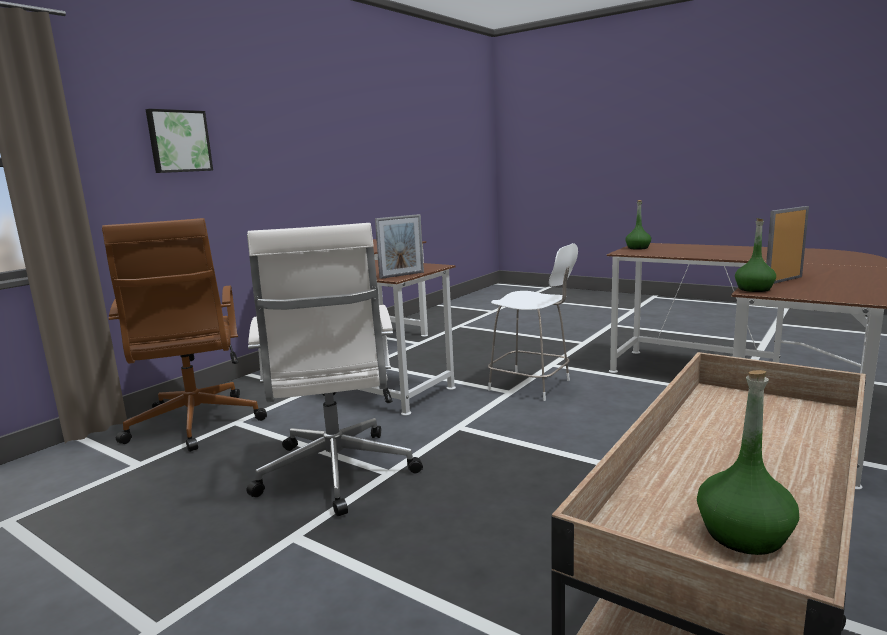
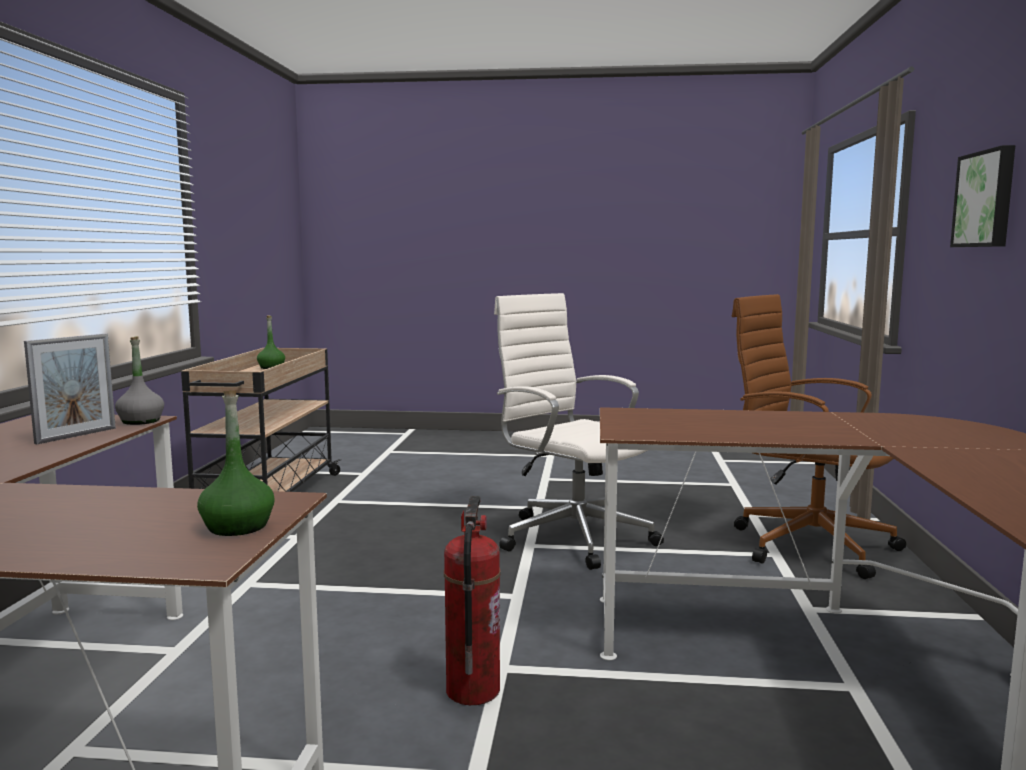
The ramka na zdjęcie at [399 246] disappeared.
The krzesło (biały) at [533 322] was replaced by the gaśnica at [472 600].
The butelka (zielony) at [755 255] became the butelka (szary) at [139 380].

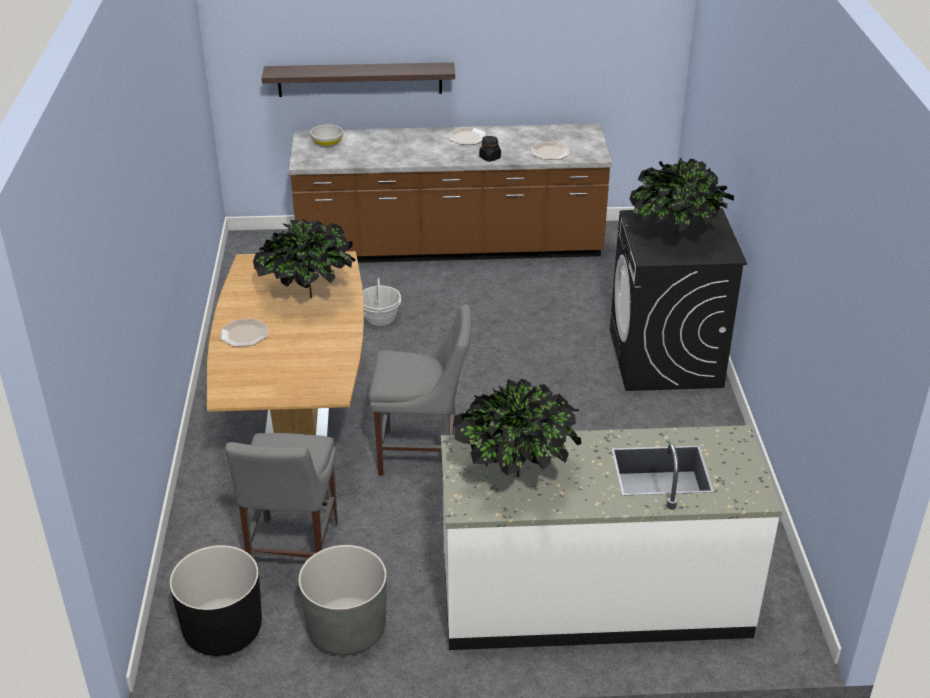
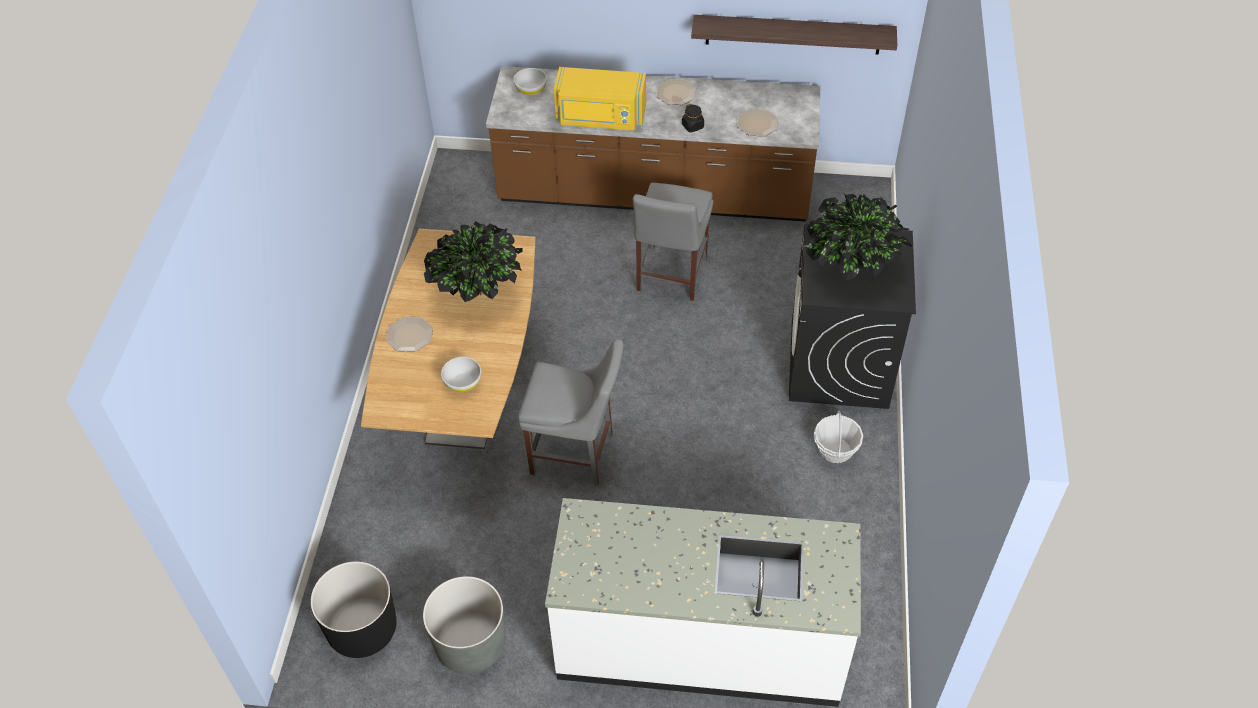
The krzesło (szary) moved from [281 495] to [673 242].
The półka moved from [358 79] to [794 35].
The koszyk moved from [382 302] to [838 437].
The roślina doniczkowa at [517 428] disappeared.
The miska (biały) at [461 374] appeared.
The mikrofalówka (żółty) at [600 99] appeared.

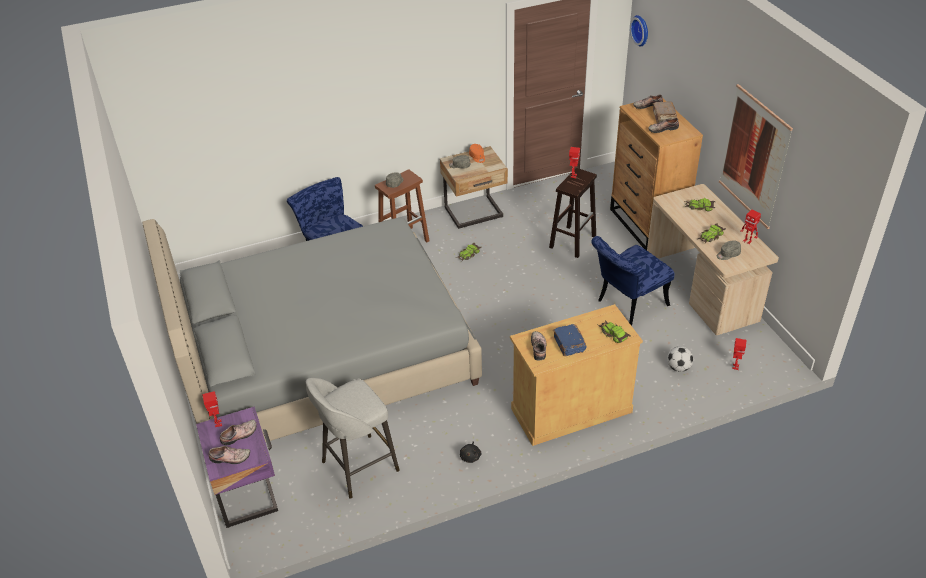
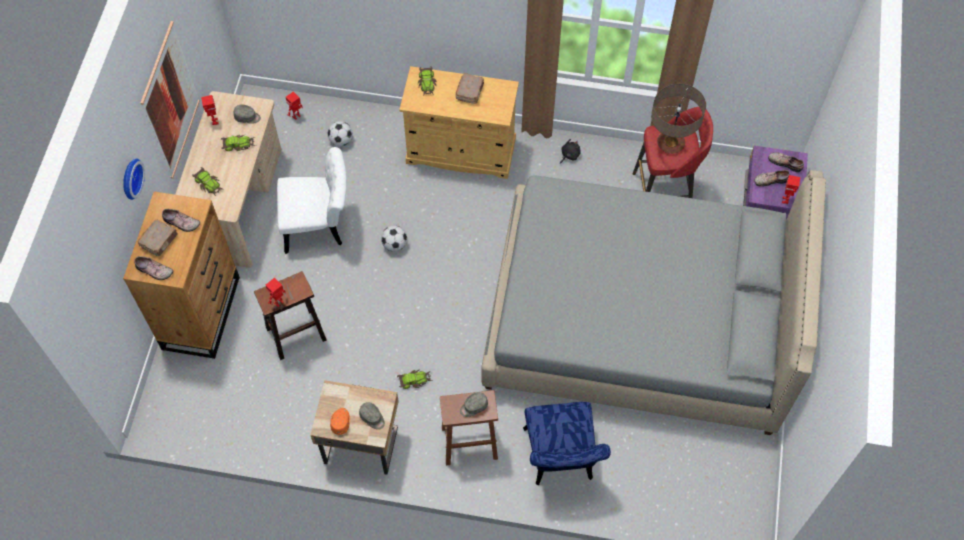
The stołek (szary) at [353 438] became the stołek (czerwony) at [672 152].
The but at [538 345] disappeared.
The książka (niebieski) at [570 340] became the książka (brązowy) at [469 88].
The krzesło (niebieski) at [633 280] became the krzesło (biały) at [312 200].
The zegar ścienny moved from [639 31] to [134 179].
The piłka futbolowa at [394 239] appeared.
The lampa stołowa at [678 119] appeared.

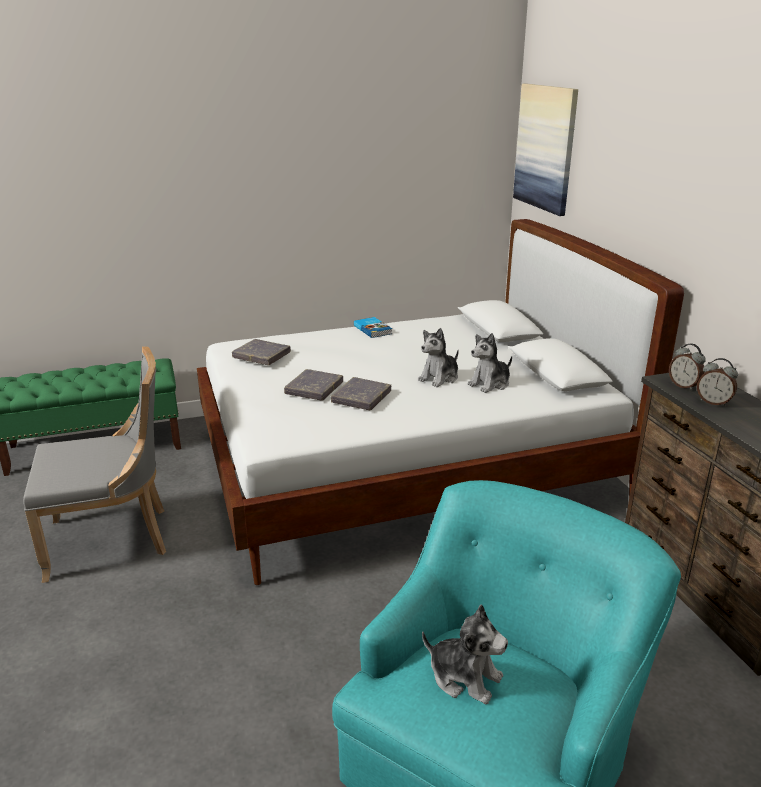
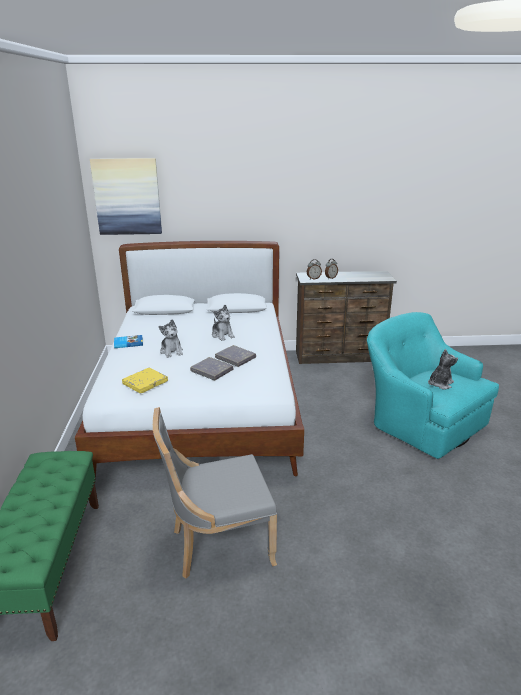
The krzesło (szary) at [94 465] turned 105 degrees counterclockwise.
The książka (szary) at [261 352] became the książka (żółty) at [145 380].
The pluszak moved from [490 363] to [171 338].

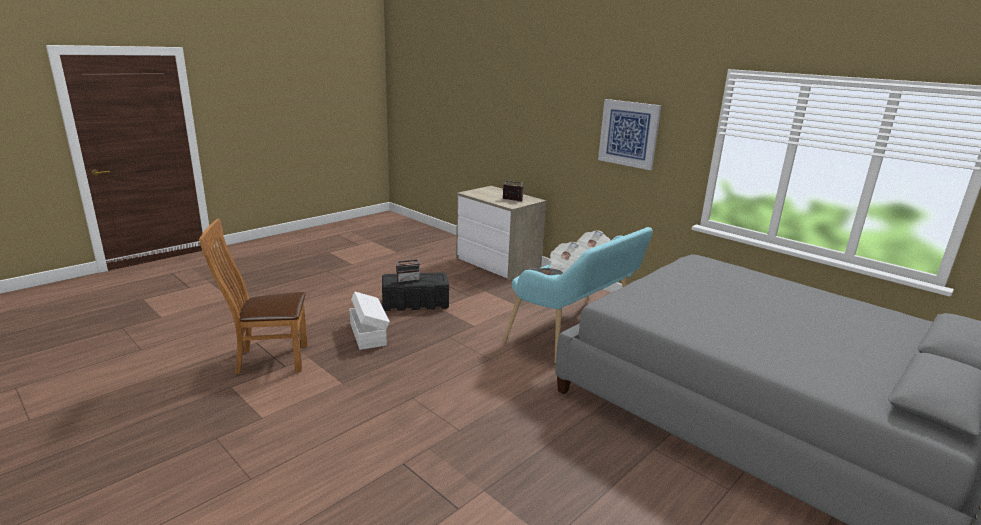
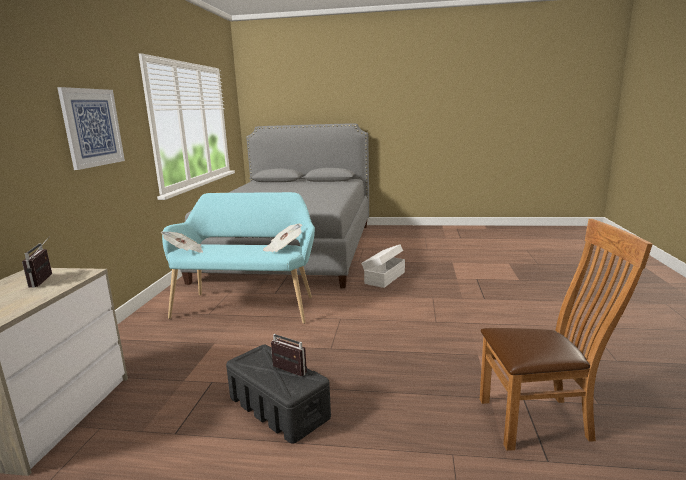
The krzesło (brązowy) at [253 296] turned 45 degrees counterclockwise.
The pojemnik do przechowywania (biały) moved from [370 321] to [383 266].
The gazeta at [567 257] disappeared.

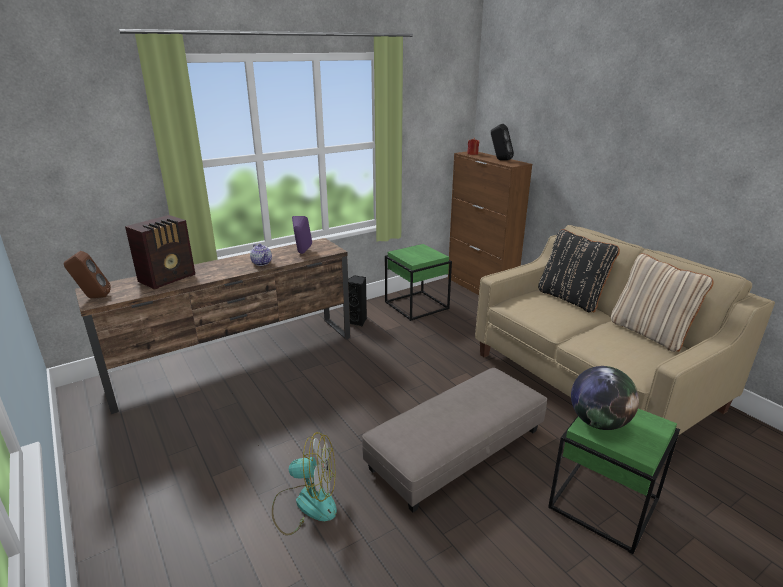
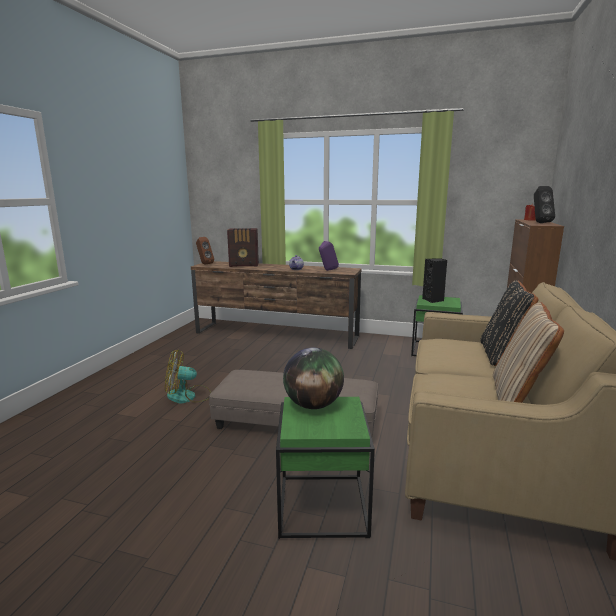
The wentylator at [304 483] turned 120 degrees clockwise.
The głośnik (czarny) moved from [357 300] to [434 280].

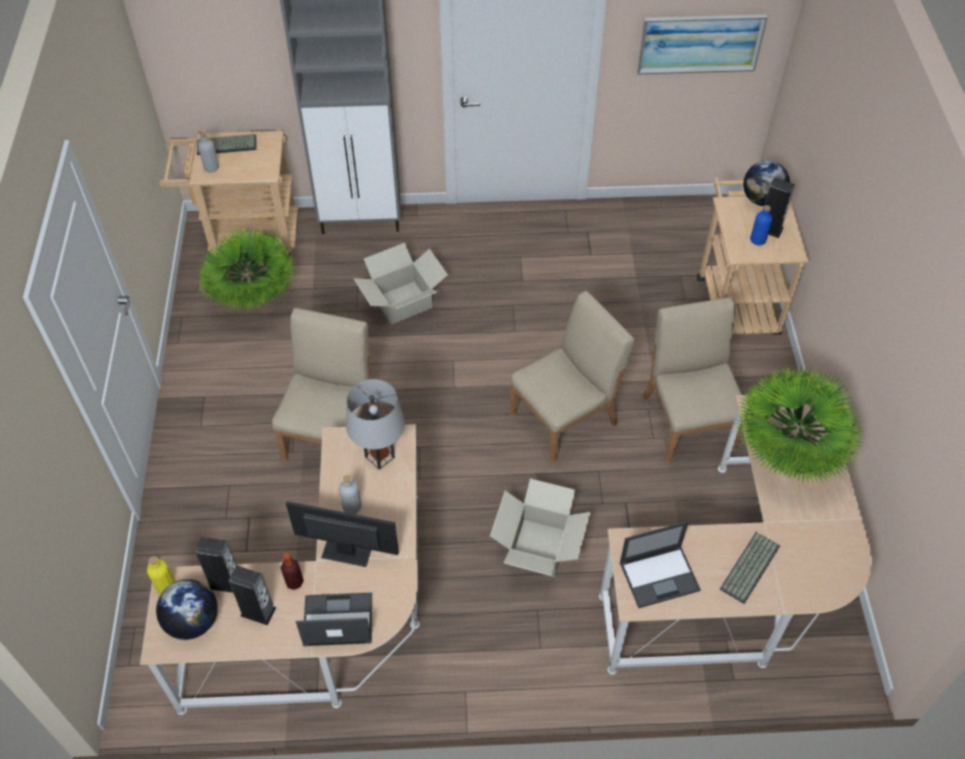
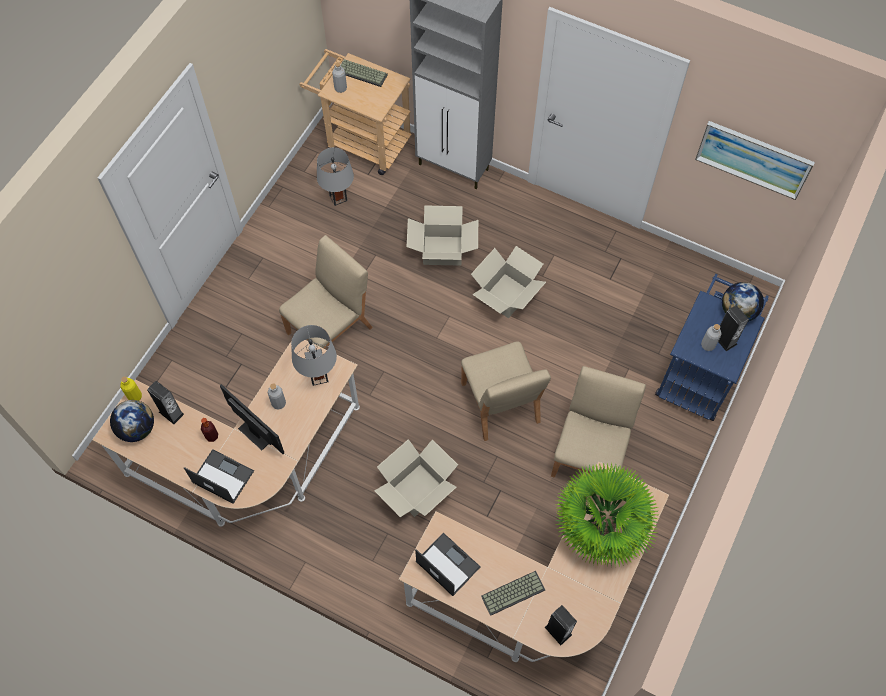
The roślina doniczkowa at [247 269] was replaced by the lampa stołowa (szary) at [335 176].
The głośnik moved from [253 595] to [561 625].
The krzesło (beżowy) at [572 377] turned 75 degrees clockwise.
The laptop at [660 564] turned 150 degrees counterclockwise.
The wózek (beżowy) at [753 256] became the wózek (niebieski) at [712 347].
The butelka (niebieski) at [761 225] became the butelka (szary) at [711 337].
The karton at [508 282] appeared.

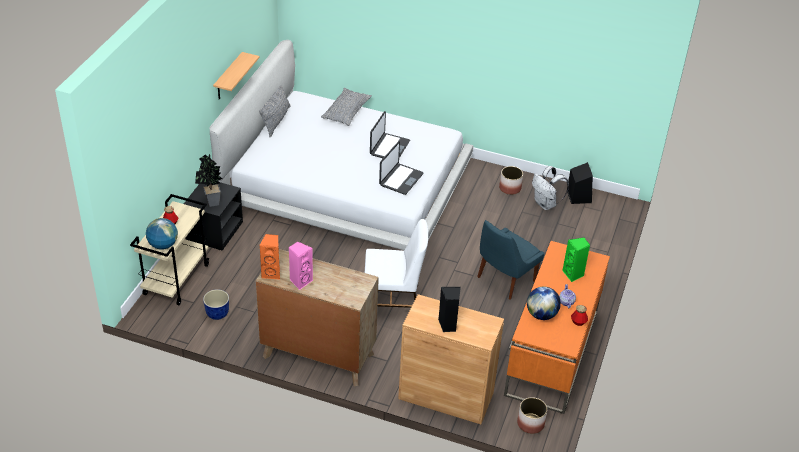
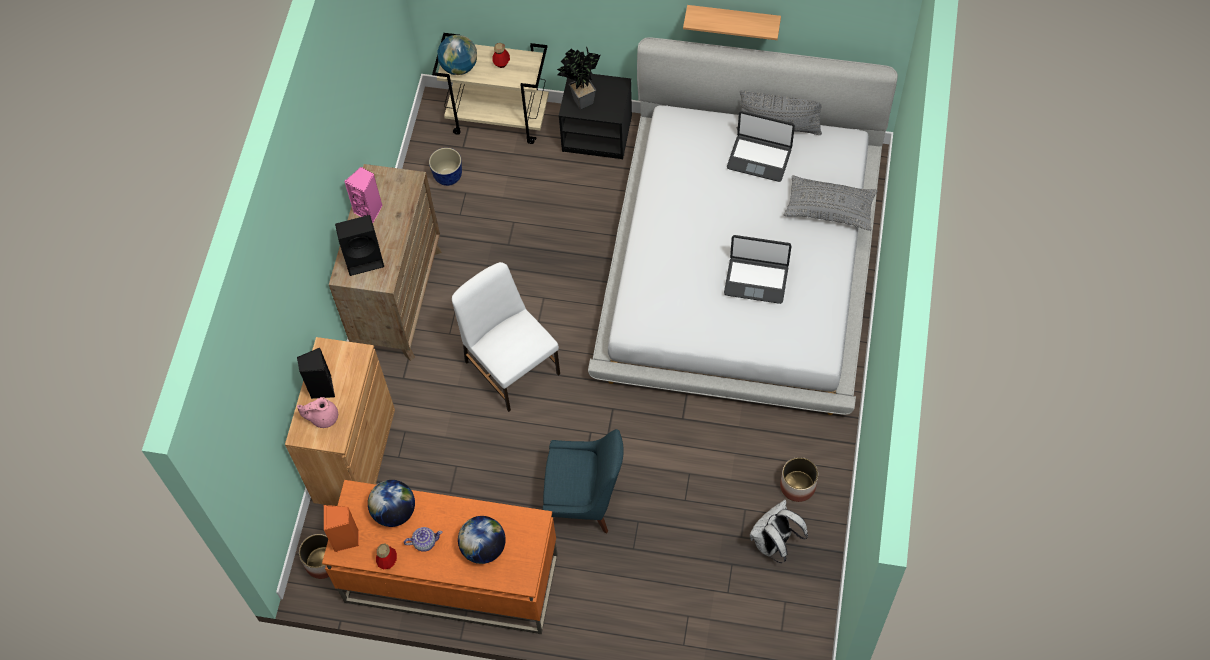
The głośnik (pomarańczowy) moved from [269 257] to [341 528].
The krzesło (biały) at [396 263] turned 150 degrees clockwise.
The laptop moved from [401 168] to [761 146].
The krzesło (niebieski) at [510 260] turned 150 degrees clockwise.
The głośnik (zielony) at [576 260] was replaced by the globus at [482 540].
The głośnik (czarny) moved from [580 183] to [359 245].
The imbryk (różowy) at [317 412] appeared.

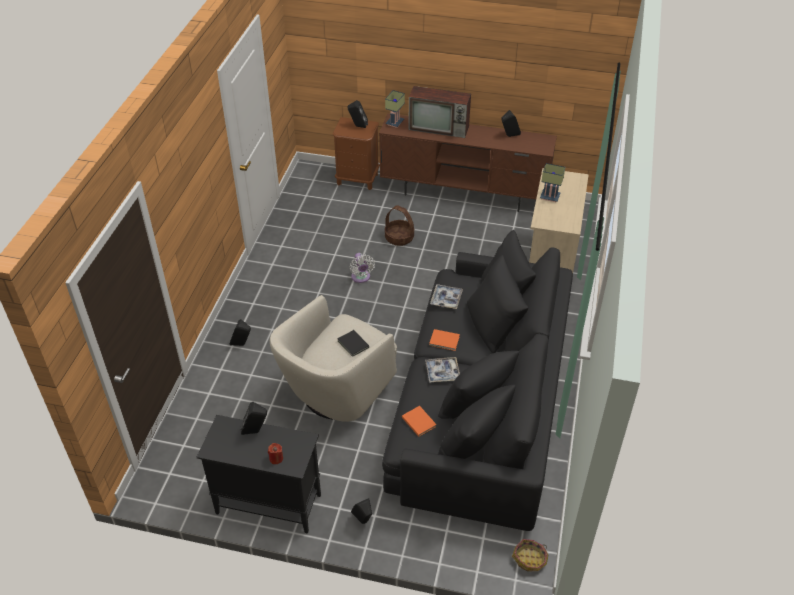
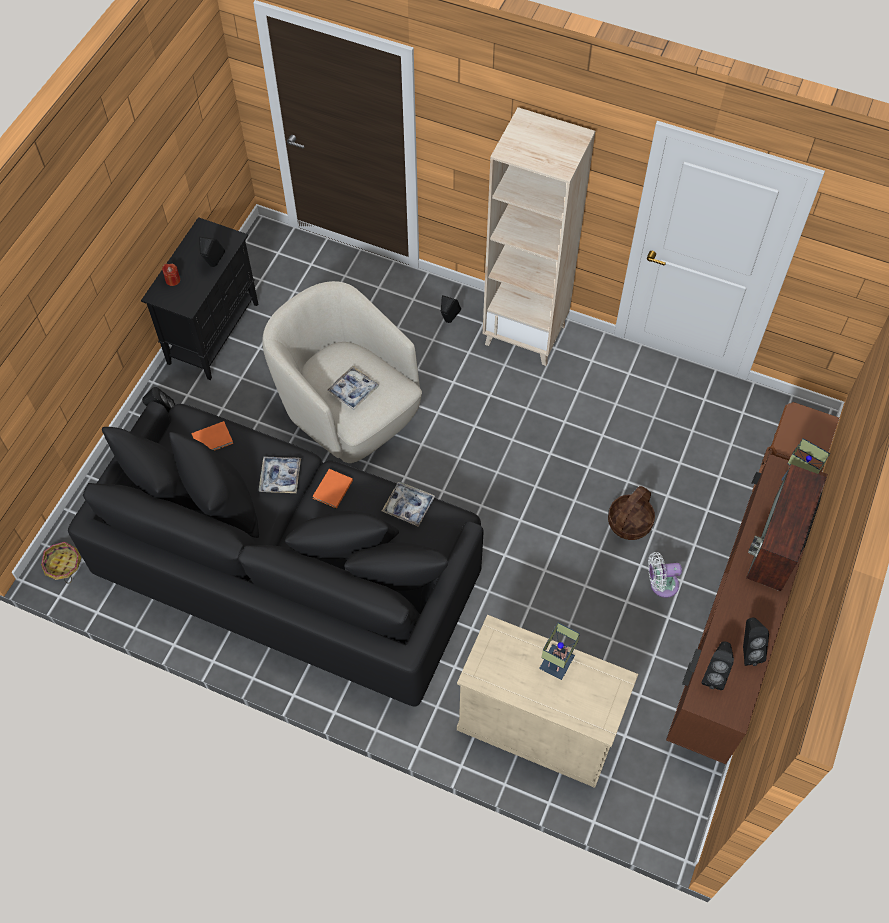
The książka (czarny) at [353 343] was replaced by the taca at [353 388].
The głośnik (czarny) moved from [358 114] to [717 665].
The wentylator (biały) moved from [362 268] to [665 575].
The regał (beżowy) at [539 236] appeared.

